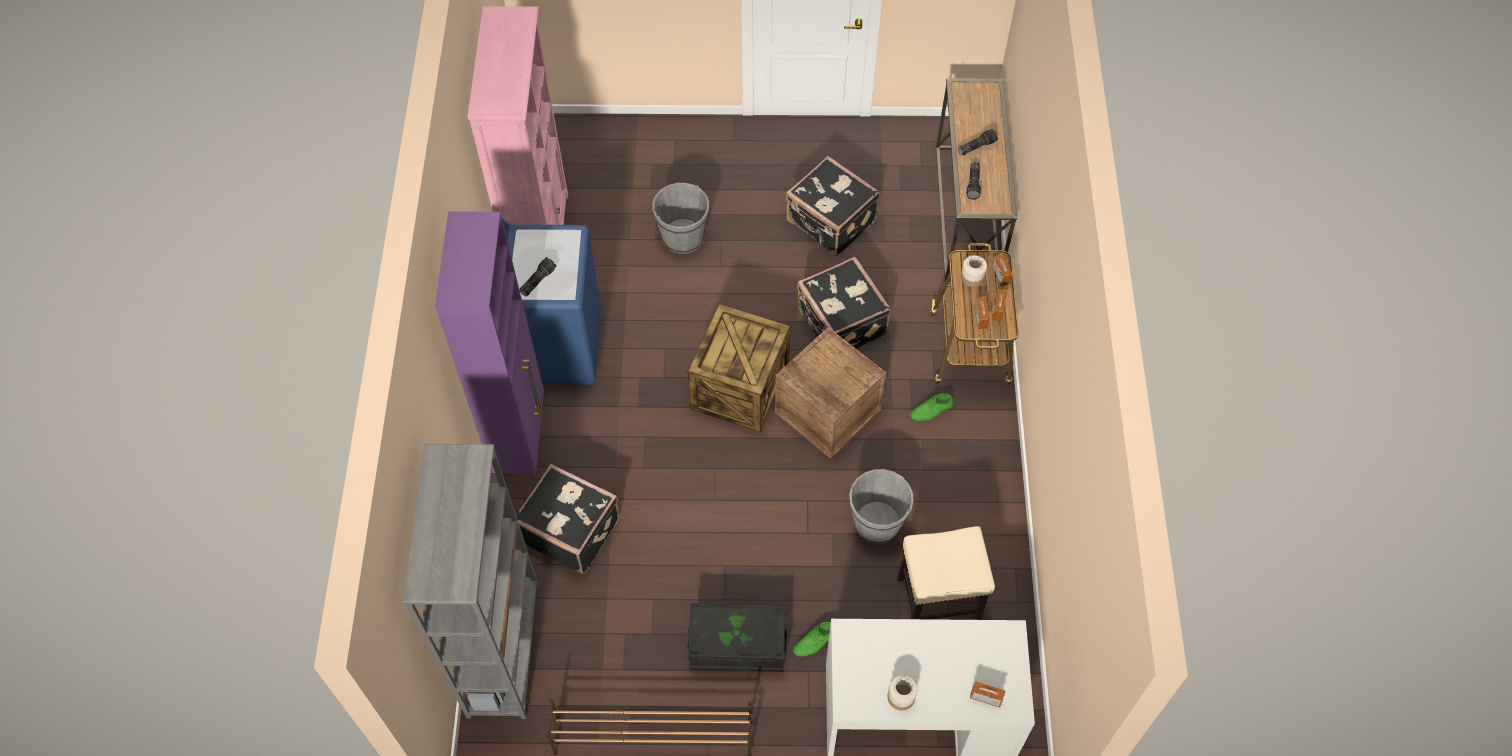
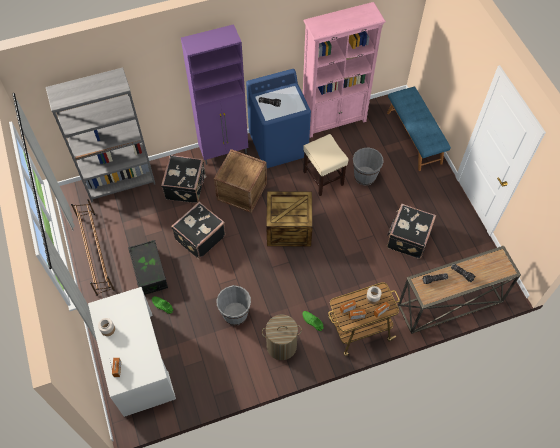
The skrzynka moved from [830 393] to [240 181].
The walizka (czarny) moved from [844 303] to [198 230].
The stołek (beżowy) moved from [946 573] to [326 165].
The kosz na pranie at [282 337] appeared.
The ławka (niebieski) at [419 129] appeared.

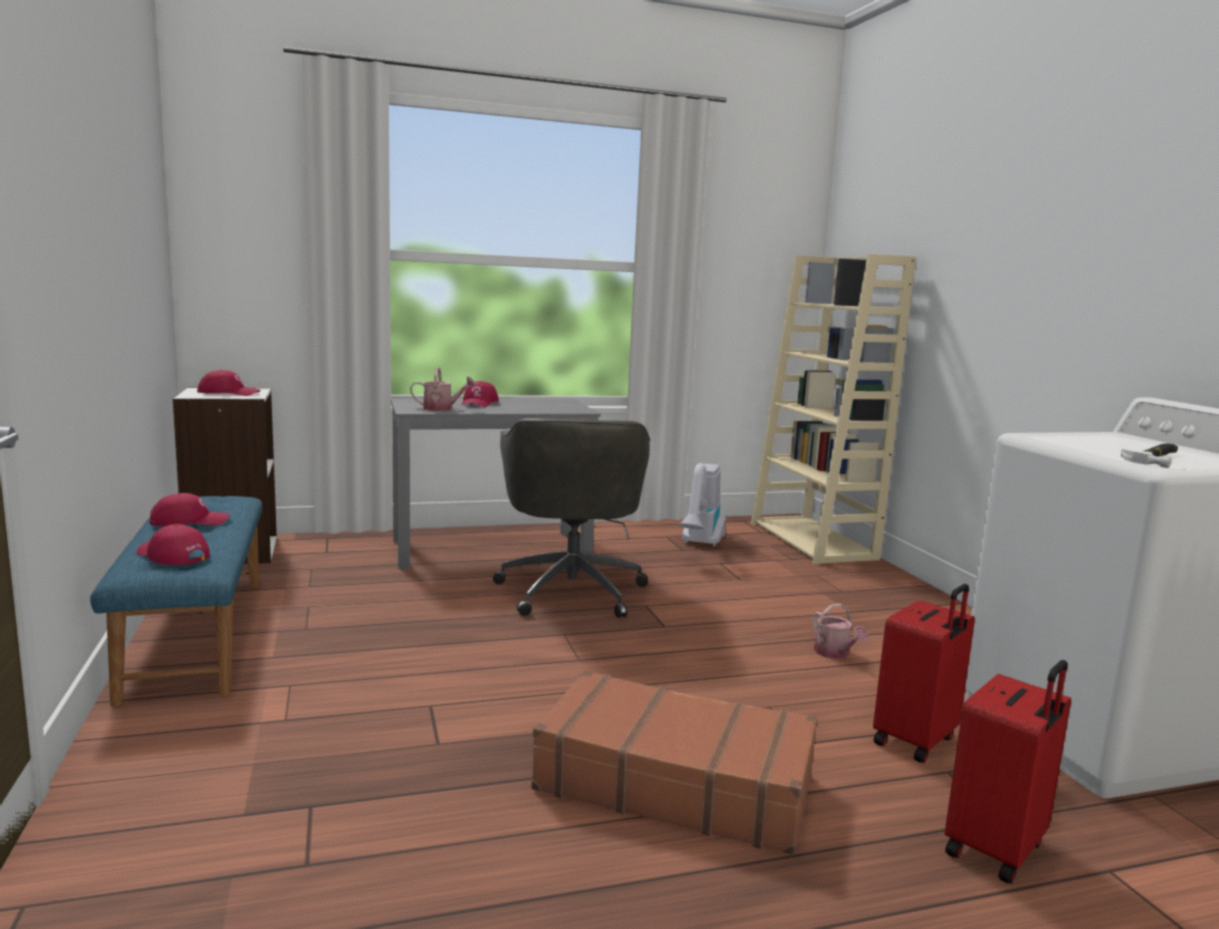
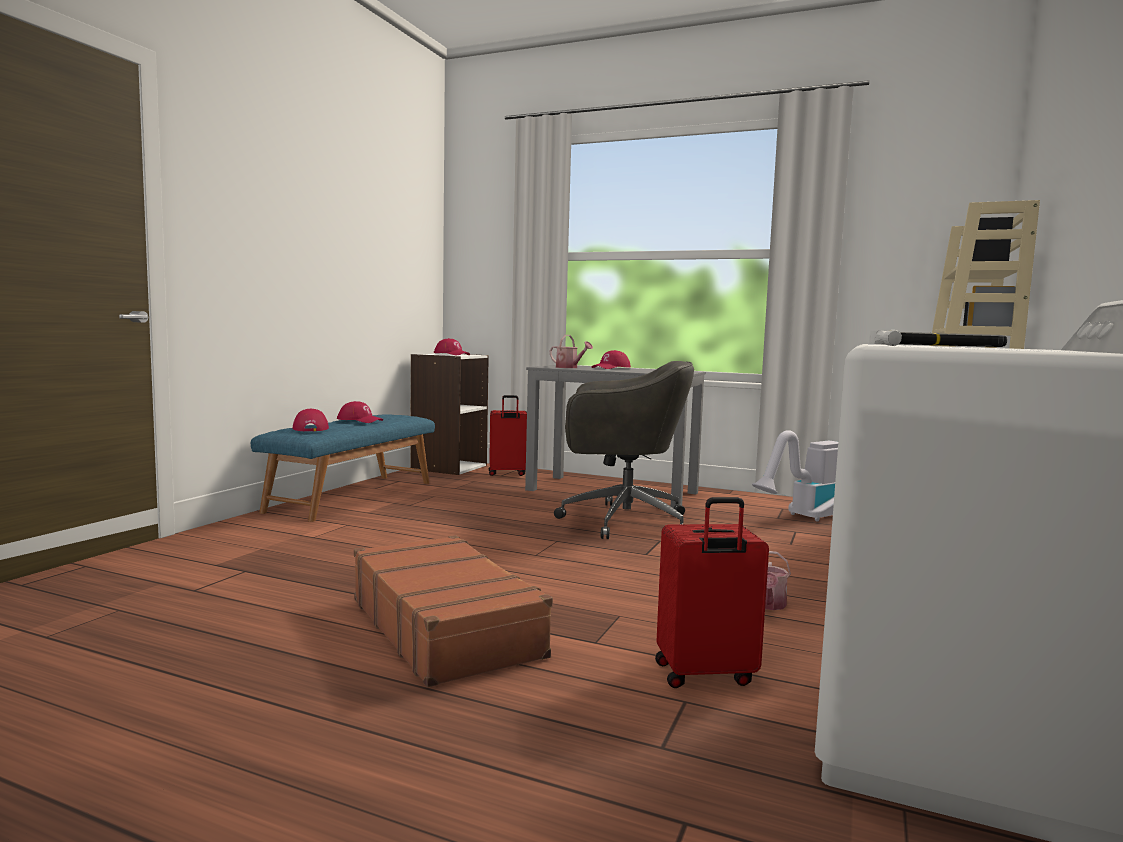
The krzesło biurowe (szary) at [571 518] turned 120 degrees counterclockwise.
The walizka (czerwony) moved from [1008 772] to [508 435].

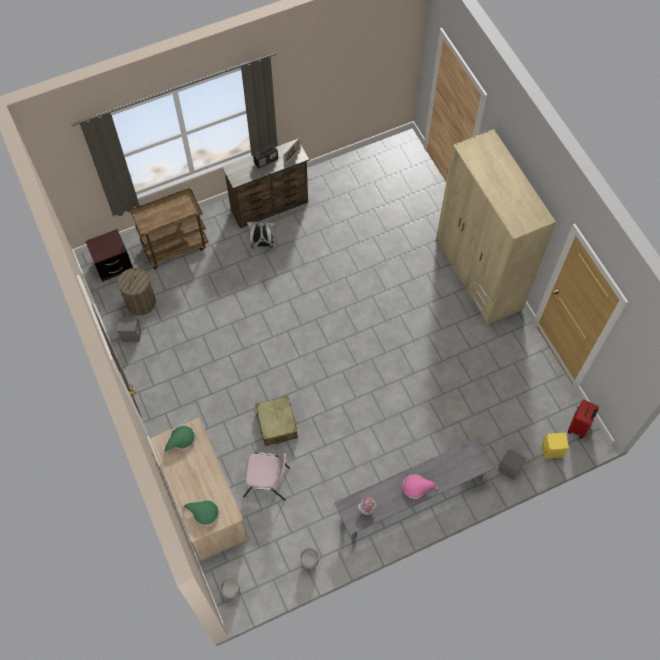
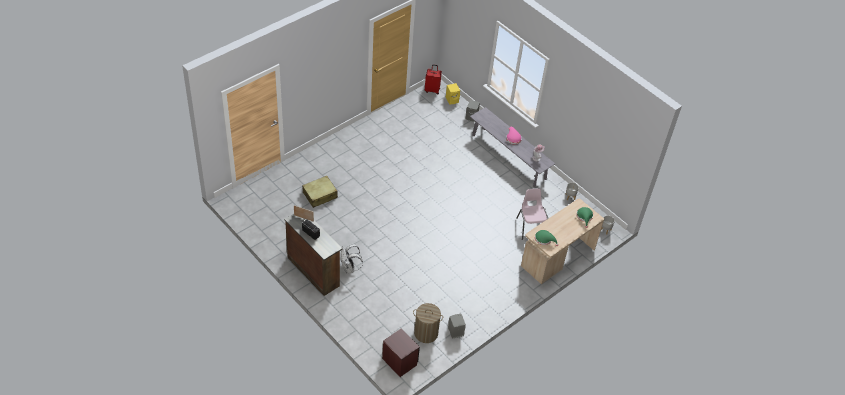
The wózek (brązowy) at [169 228] disappeared.
The walizka (beżowy) moved from [276 421] to [320 192].
The szafa (beżowy) at [496 227] disappeared.

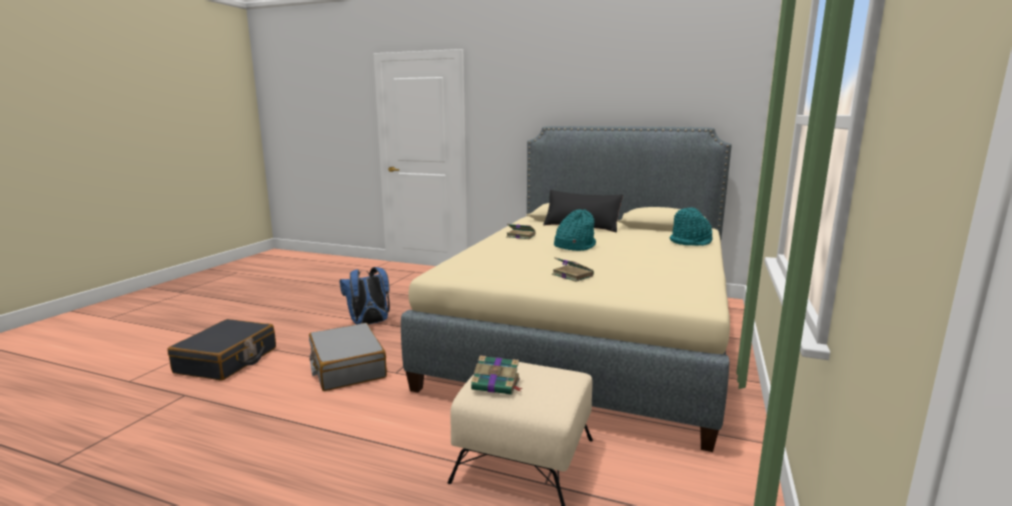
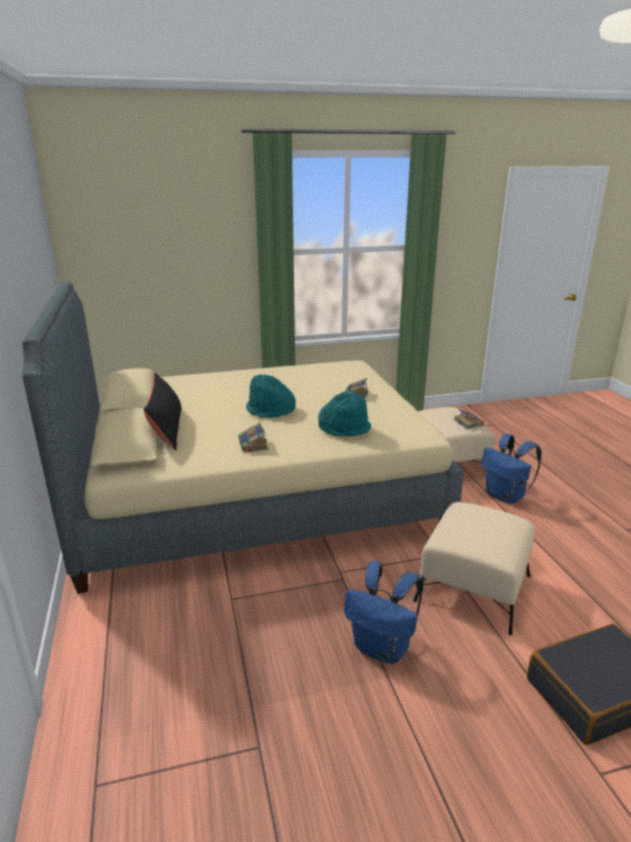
The walizka (szary) at [348 357] was replaced by the pufa (beżowy) at [474 569].
The kapelusz (turkusowy) moved from [691 227] to [344 414].
The plecak (niebieski) at [512 469] appeared.

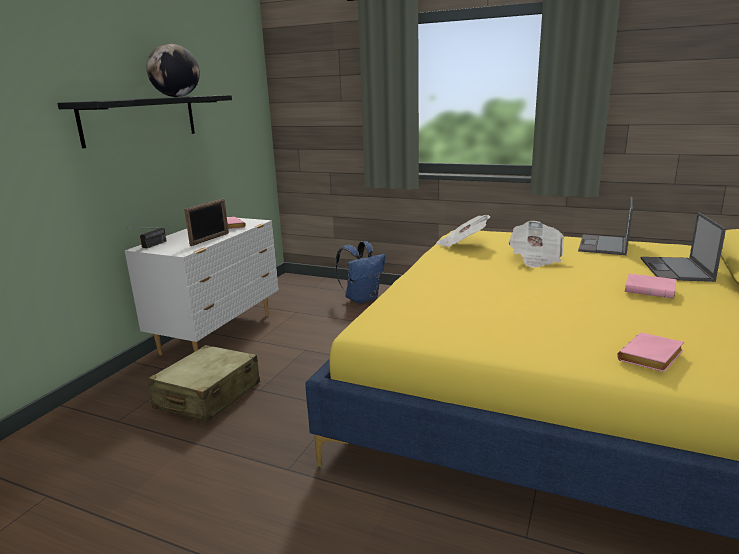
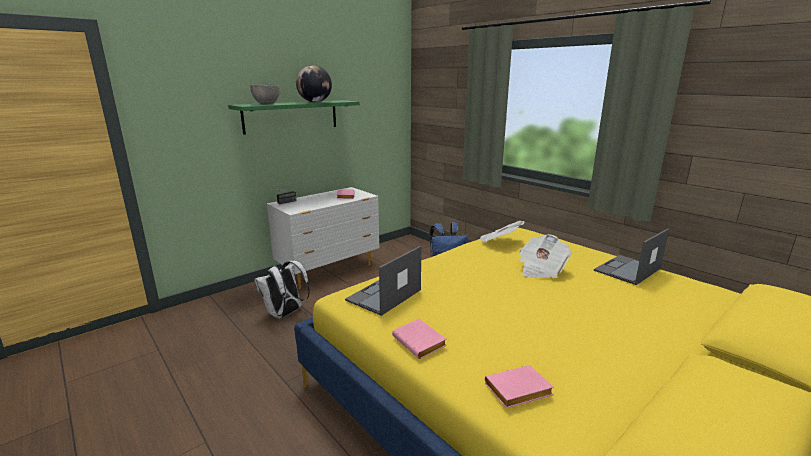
The półka (czarny) at [144 122] became the półka (zielony) at [294 117].
The walizka (beżowy) at [203 384] was replaced by the plecak (biały) at [282 290].
The ramka na zdjęcie at [206 222] disappeared.
The książka (różowy) moved from [650 286] to [419 339].
The laptop moved from [683 247] to [383 281].
The miska (szary) at [264 94] appeared.

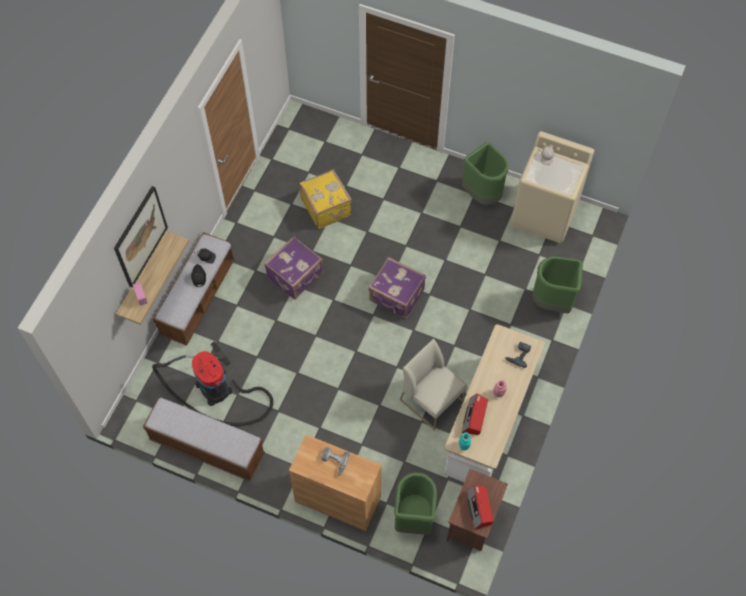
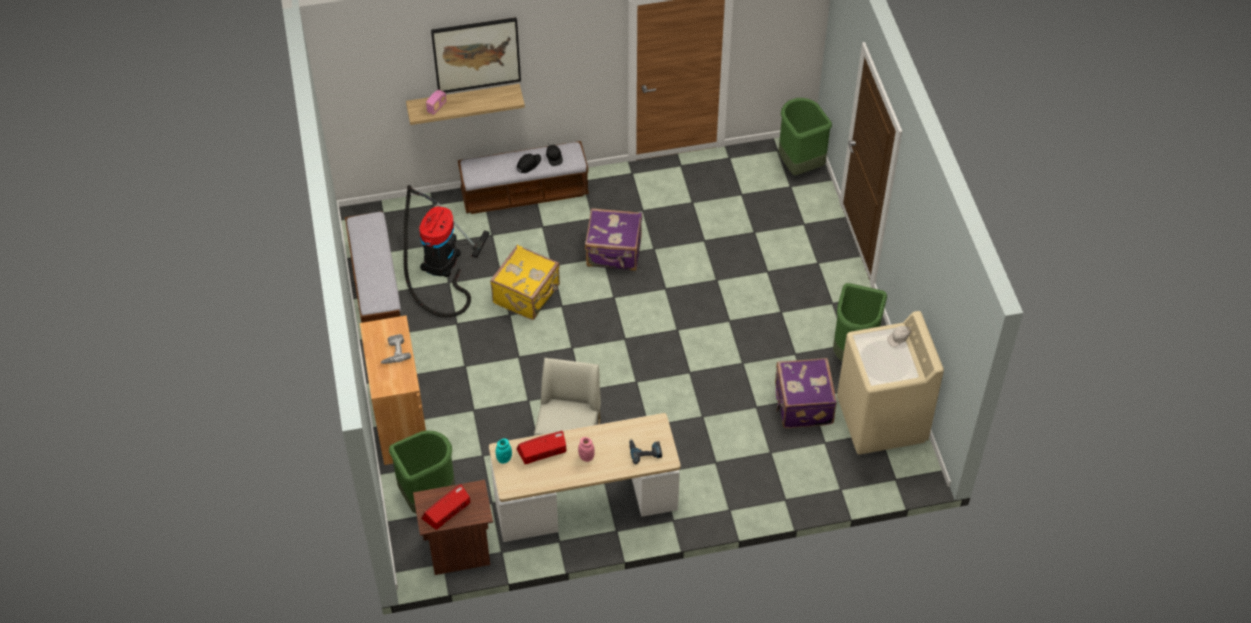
The walizka (żółty) moved from [325 199] to [525 282].
The walizka (fioletowy) moved from [397 288] to [806 393].
The kosz na śmieci (zielony) moved from [558 284] to [805 136].

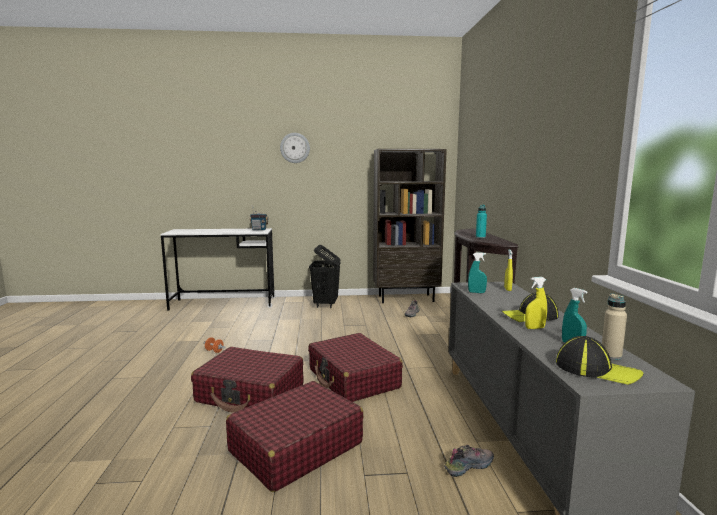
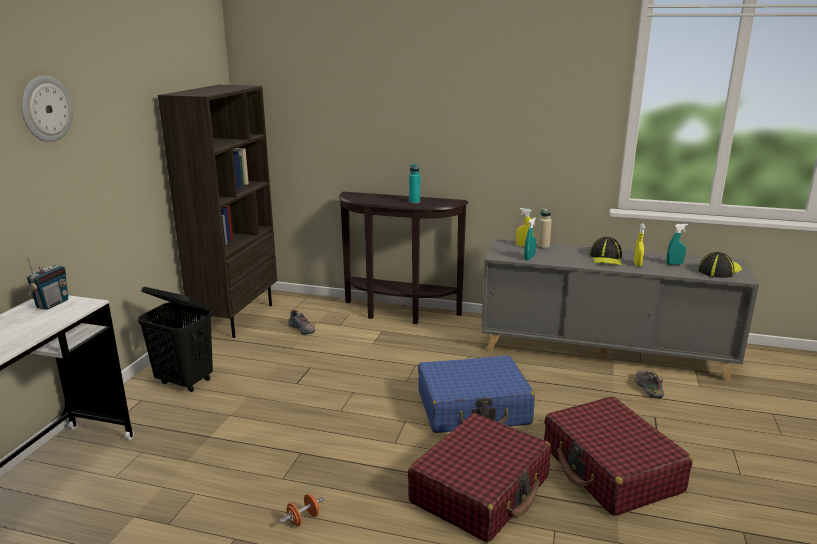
The walizka (czerwony) at [355 367] became the walizka (niebieski) at [476 394].
The butelka (beżowy) moved from [614 326] to [545 228].

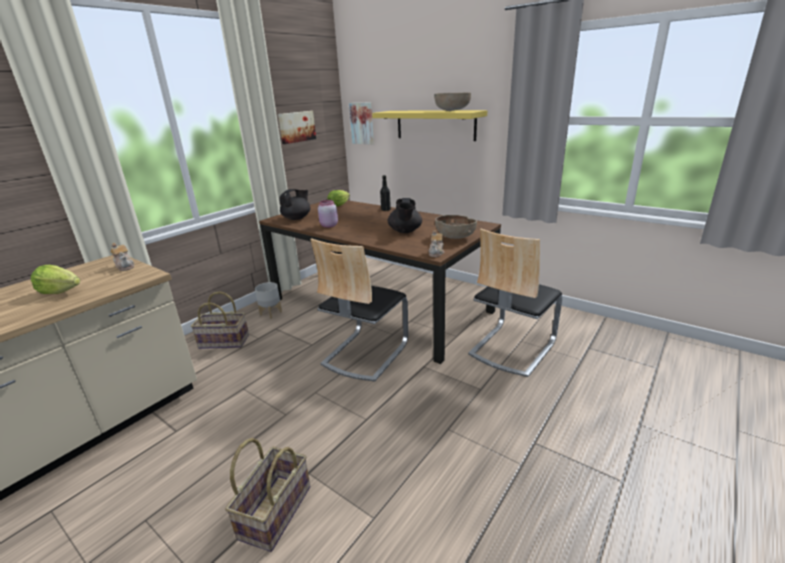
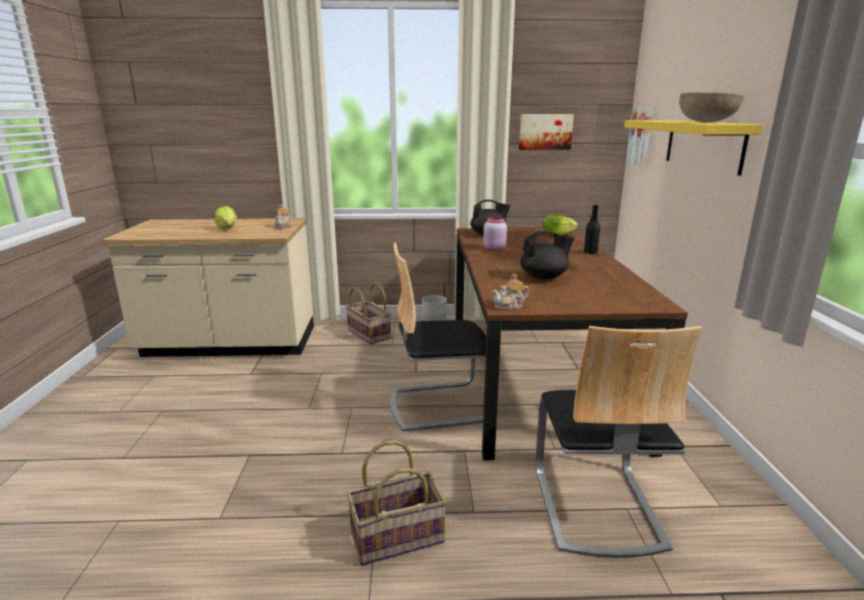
The koszyk moved from [267 495] to [397 502].
The imbryk (czarny) at [405 215] turned 150 degrees counterclockwise.
The miska (brązowy) at [456 227] disappeared.
The krzesło at [515 303] turned 90 degrees counterclockwise.

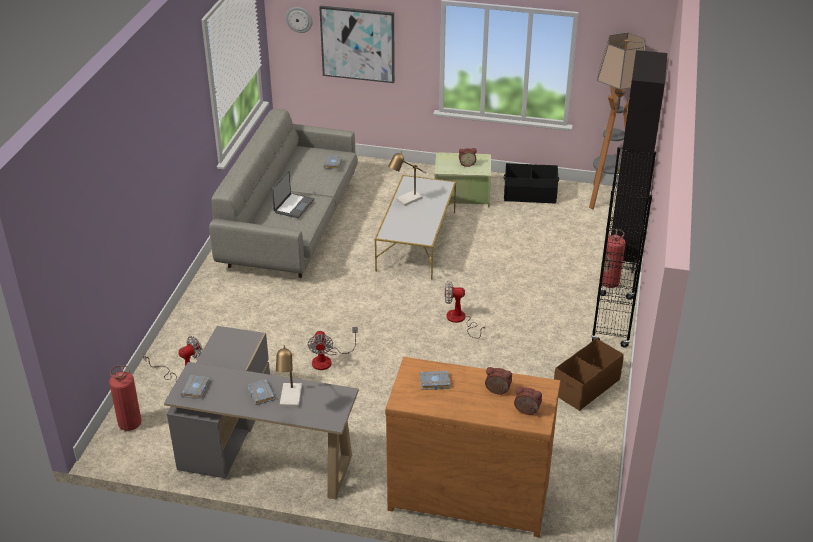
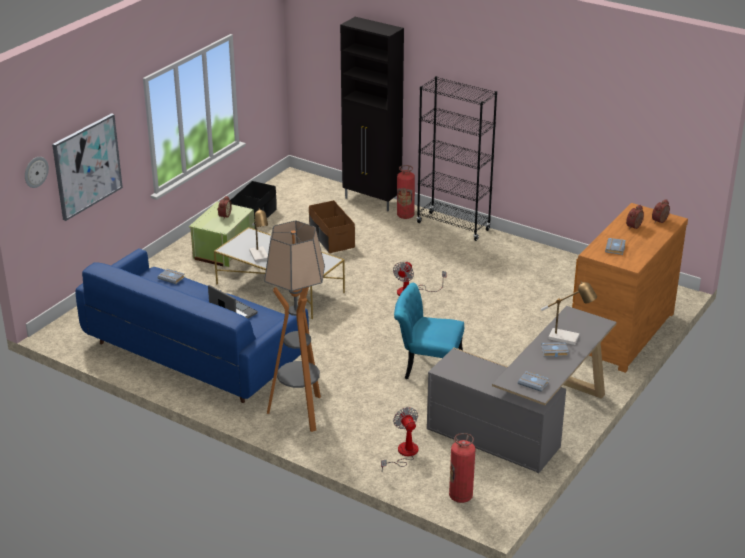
The kanapa (szary) at [283 193] became the kanapa (niebieski) at [192 325].
The wentylator at [333 348] was replaced by the krzesło (turkusowy) at [429 331].
The pojemnik do przechowywania (brązowy) moved from [589 374] to [332 226].
The lampa stojąca moved from [617 121] to [294 326].

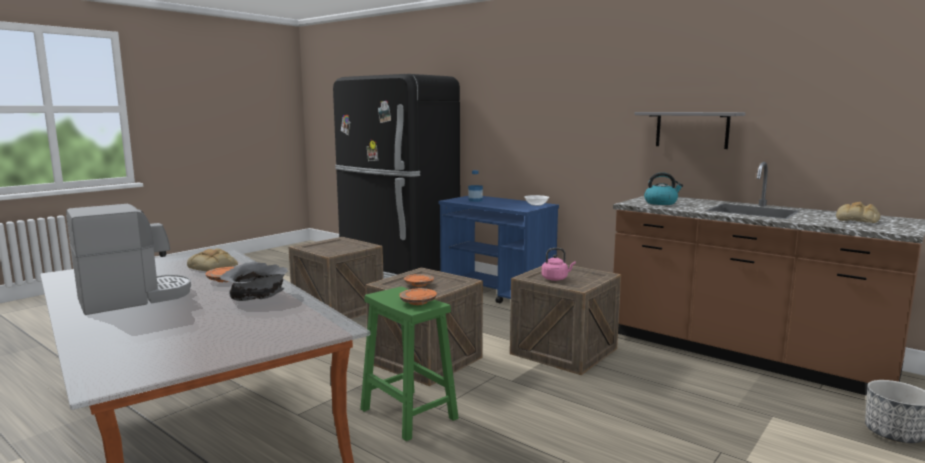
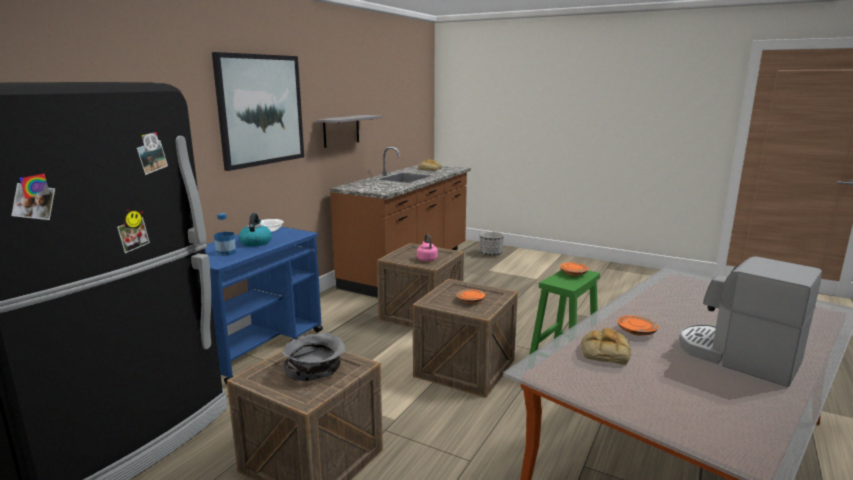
The miska (szary) moved from [254 281] to [313 356].
The czajnik moved from [663 188] to [255 230].
The obraz at [258 111] appeared.

